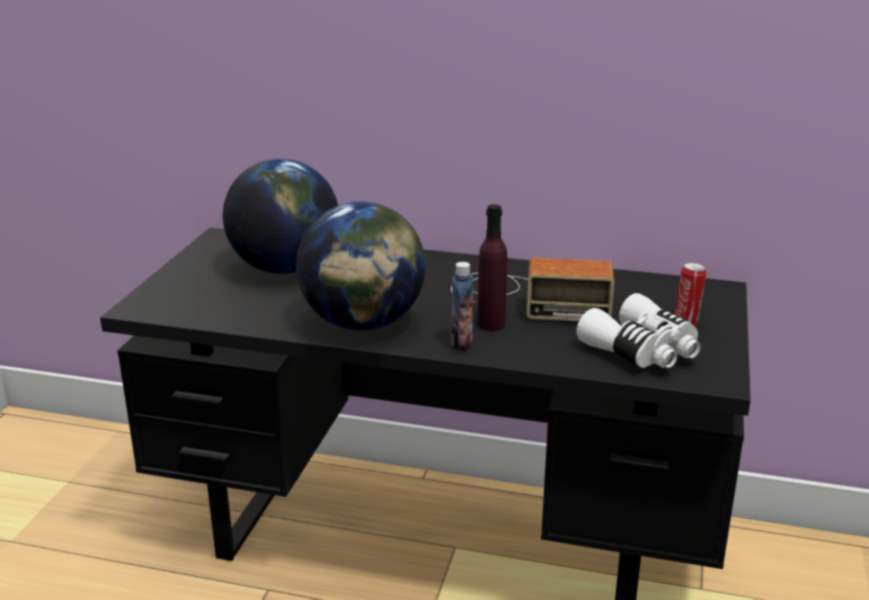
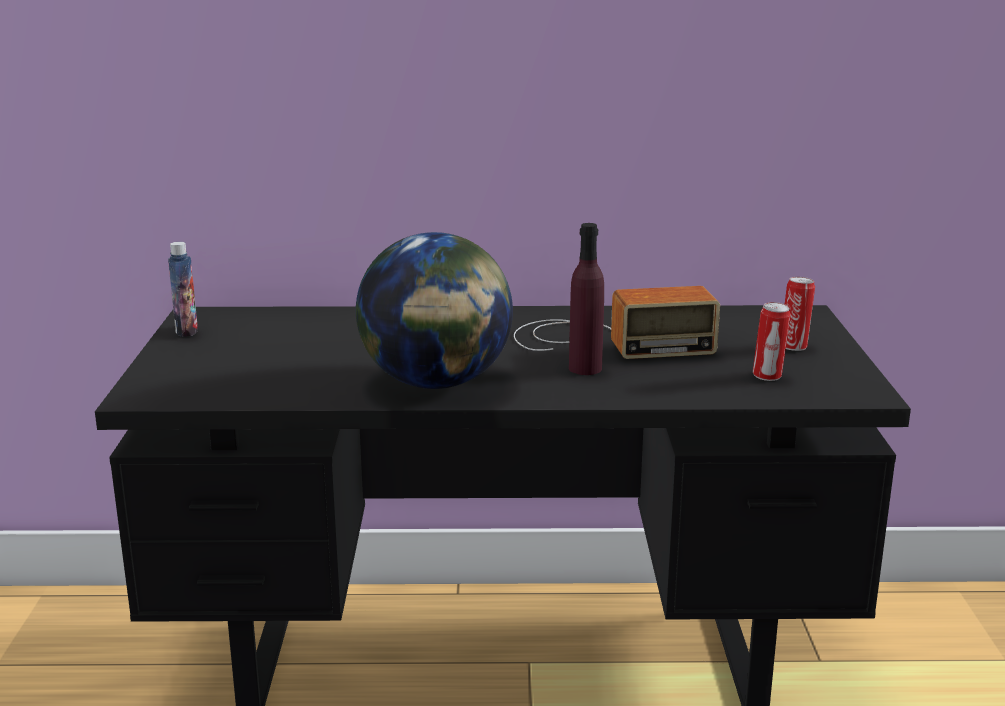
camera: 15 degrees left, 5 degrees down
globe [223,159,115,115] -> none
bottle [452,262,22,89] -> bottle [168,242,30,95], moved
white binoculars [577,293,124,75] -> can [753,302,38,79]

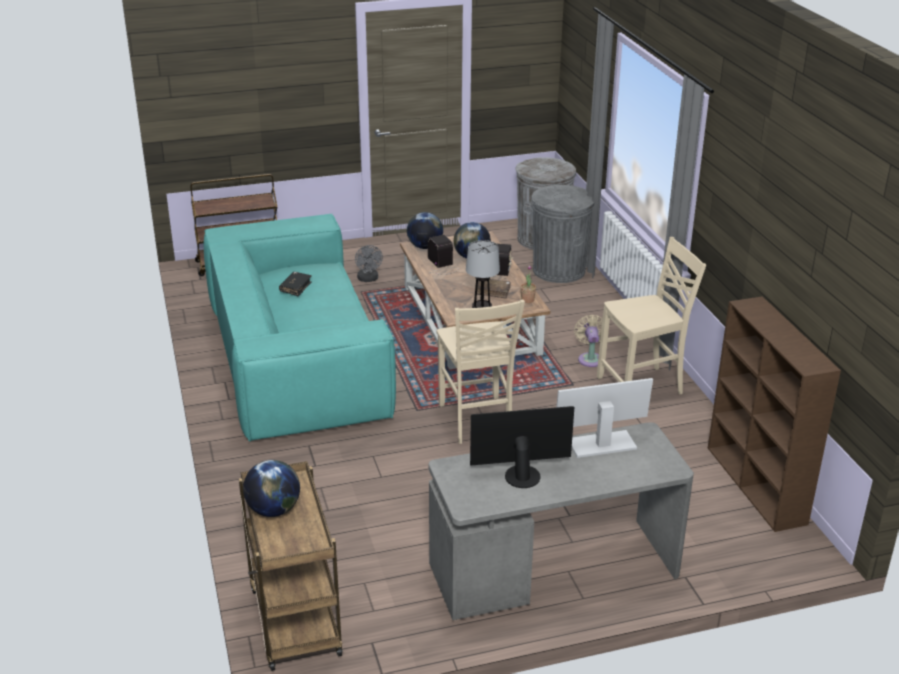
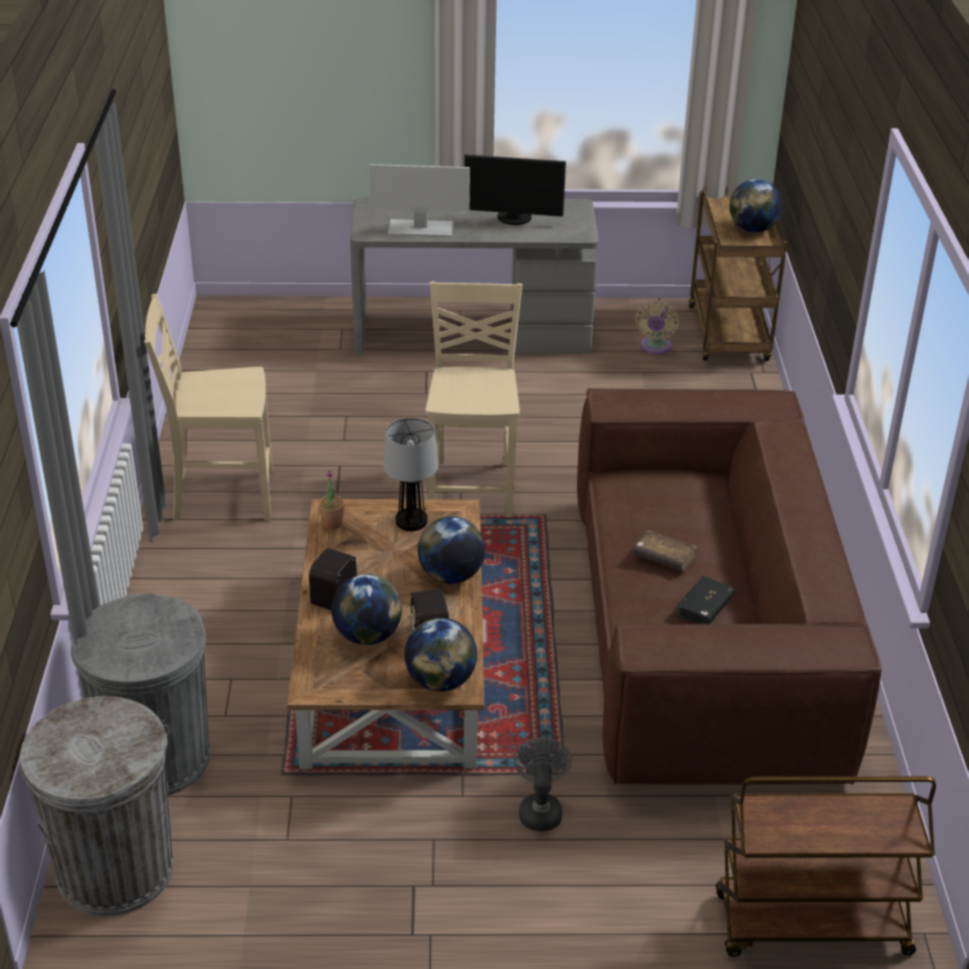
camera: 165 degrees left, 5 degrees up
turquoise sofa [204,214,192,228] -> brown sofa [577,388,305,397]
brown book [477,279,34,20] -> brown book [633,530,65,41], moved
beige fan [574,315,29,52] -> beige fan [635,301,44,53], moved
brown bookcase [708,296,133,236] -> none
none -> globe [418,516,67,68]

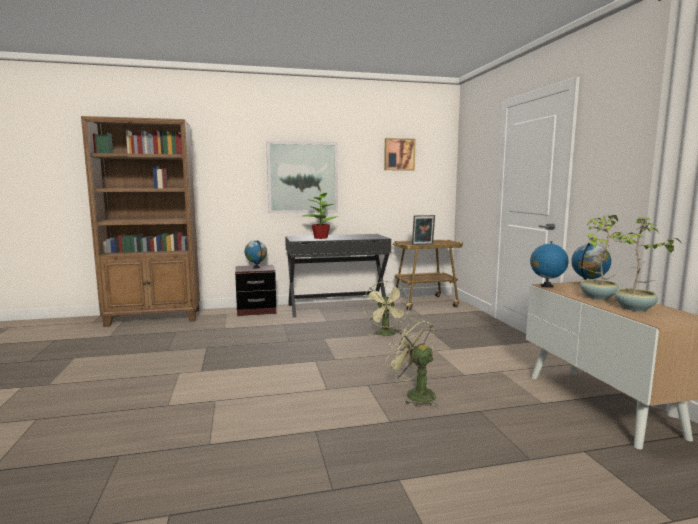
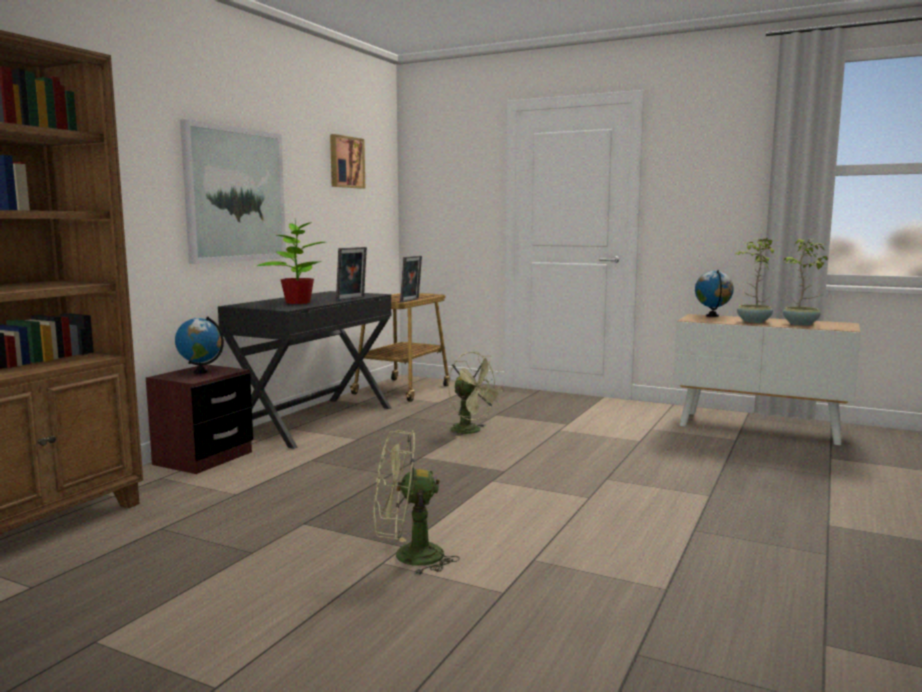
camera: 50 degrees left, 0 degrees up
green fan [386,318,52,89] -> green fan [373,430,87,145], moved
globe [530,241,39,47] -> none
none -> picture frame [336,247,31,54]

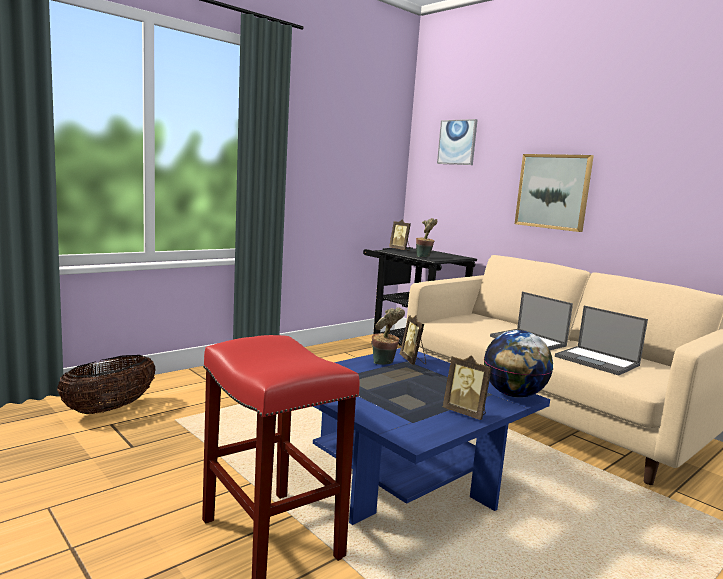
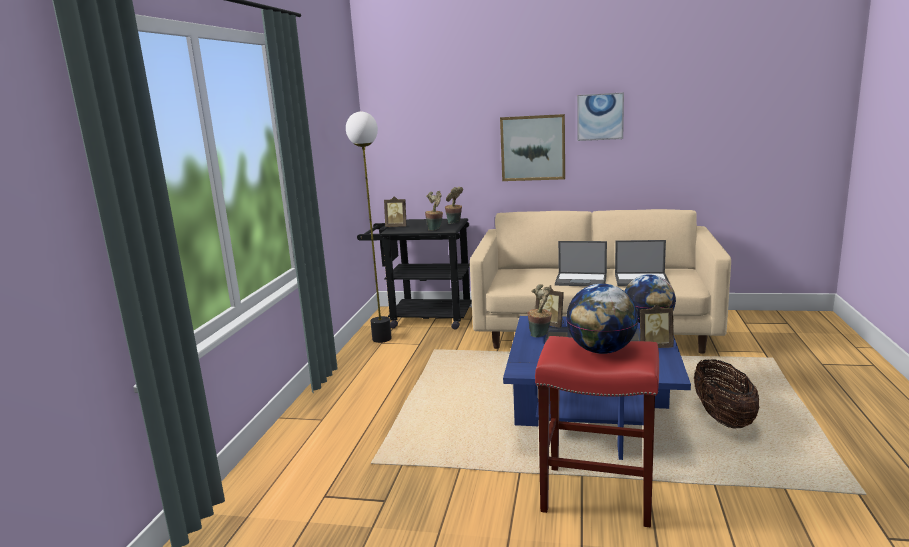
camera: 35 degrees left, 5 degrees up
basket [57,355,99,59] -> basket [694,359,65,69], moved
picture [437,119,41,46] -> picture [577,92,47,49], moved
none -> floor lamp [346,111,46,232]
none -> potted plant [445,187,18,37]
none -> globe [566,284,73,70]

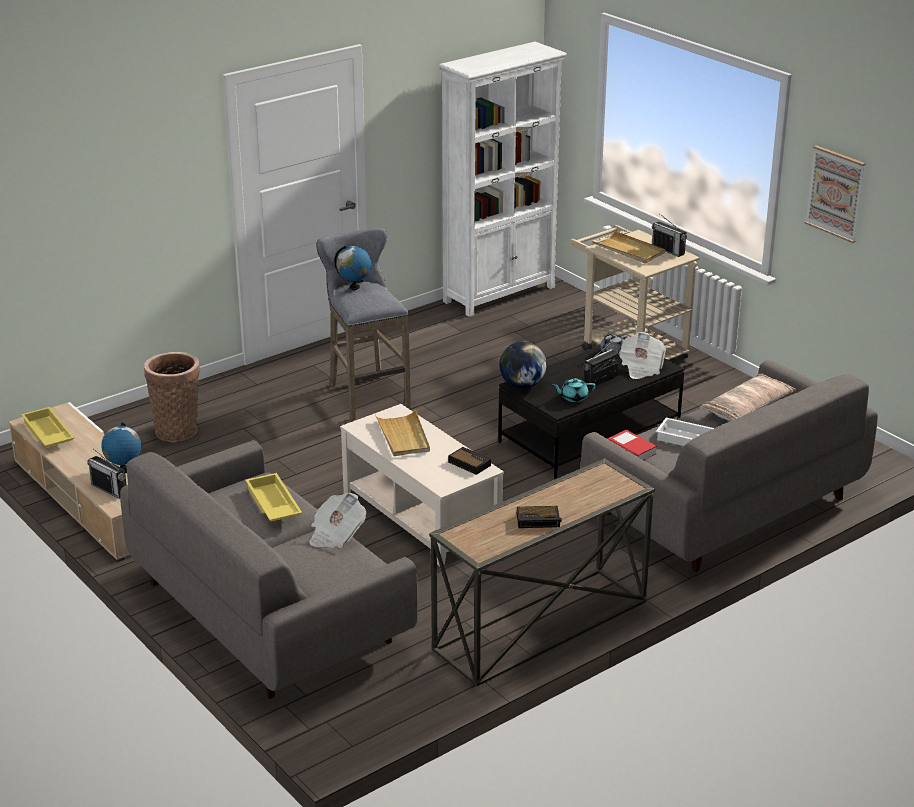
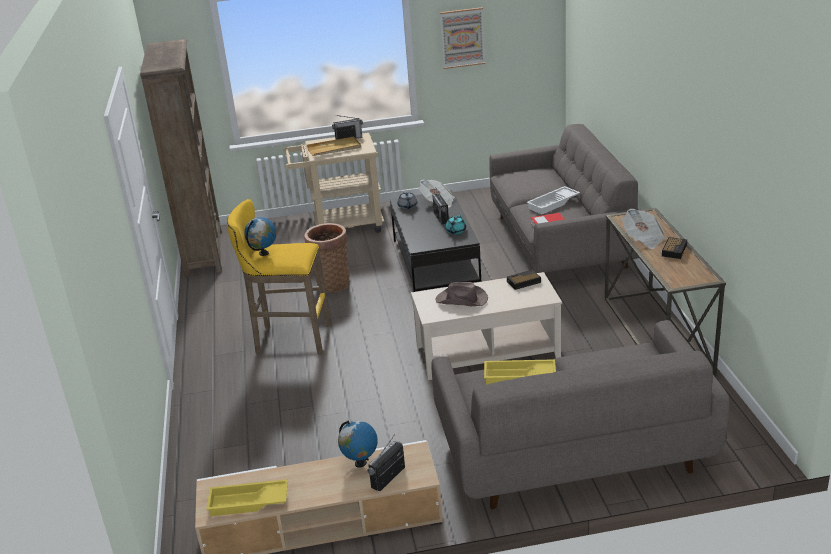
camera: 60 degrees left, 0 degrees up
radio [87,448,40,51] -> radio [367,435,38,56], 150 degrees clockwise
basket [144,352,56,90] -> basket [304,223,46,70], moved
newspaper [309,493,57,55] -> newspaper [622,209,44,40], moved
grey stool [316,228,95,192] -> yellow stool [227,199,104,155]
beige tray [375,410,55,46] -> brown hat [436,282,52,24]
white bookcase [439,42,128,275] -> brown bookcase [140,39,82,238]
globe [499,341,48,48] -> none
pillow [700,373,96,48] -> none

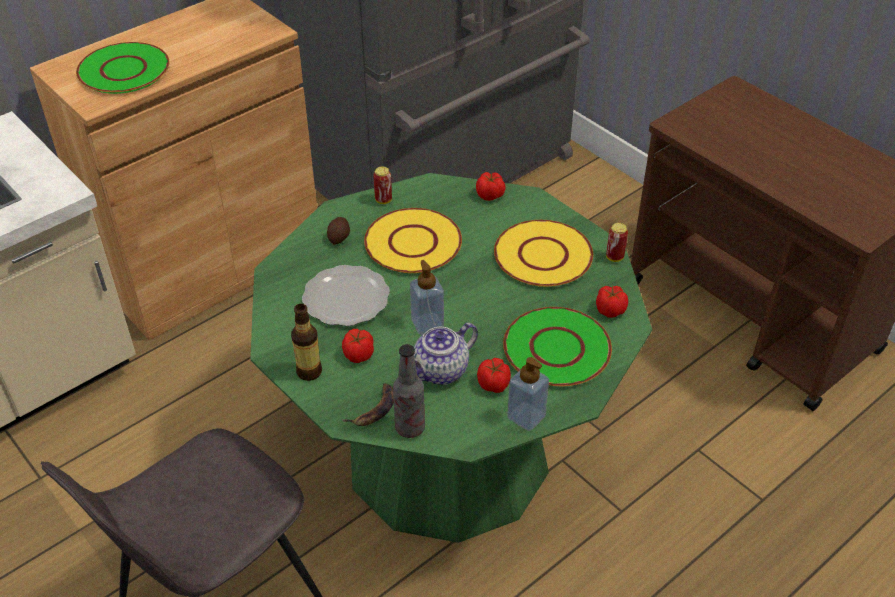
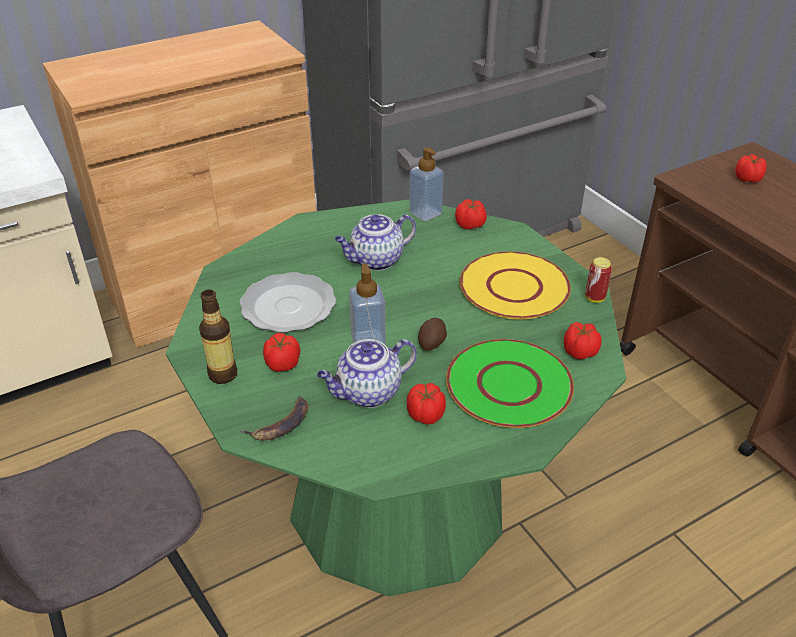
camera: 10 degrees right, 5 degrees down
green plate [76,42,93,52] -> none
potato [327,217,23,27] -> potato [418,318,29,33], moved
yellow plate [364,208,98,65] -> teapot [335,214,81,57]
can [373,167,19,37] -> none
bottle [393,344,32,94] -> none
soap dispenser [507,357,42,74] -> soap dispenser [409,147,35,74], moved
none -> tomato [735,155,32,27]

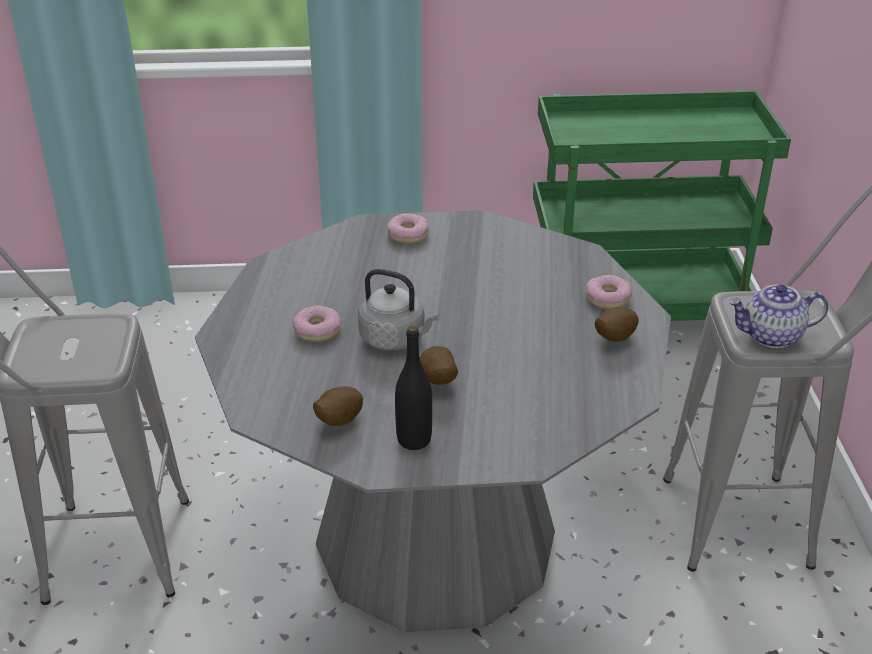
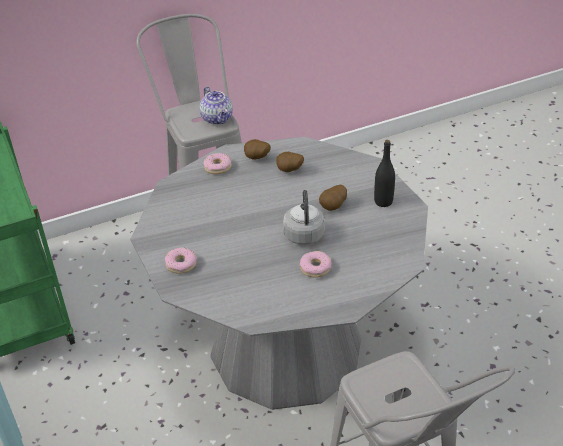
camera: 110 degrees left, 5 degrees up
potato [313,386,50,40] -> potato [276,152,28,20], moved

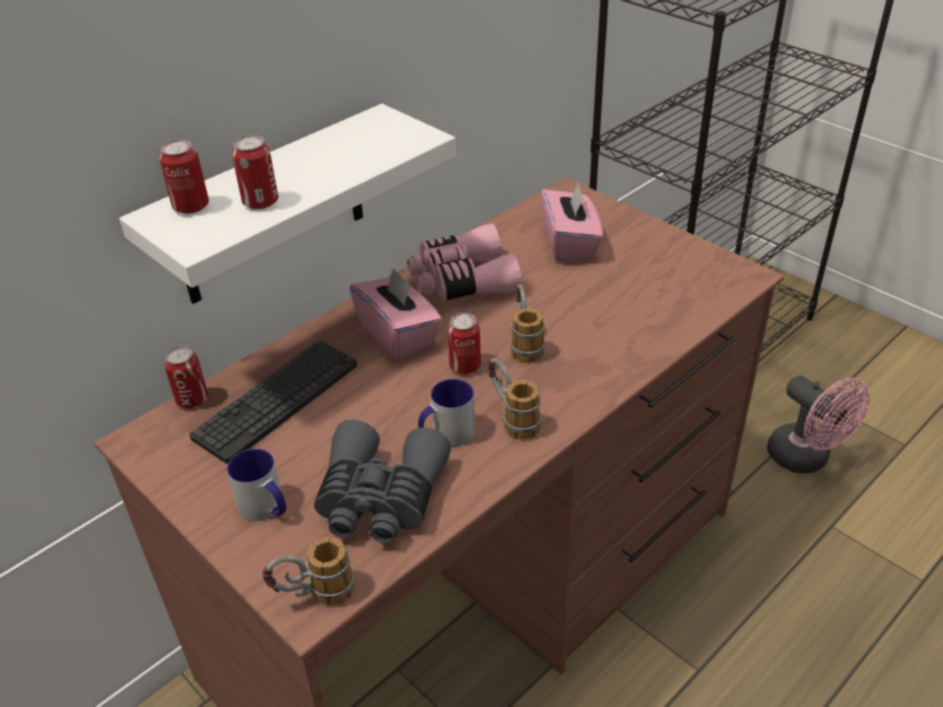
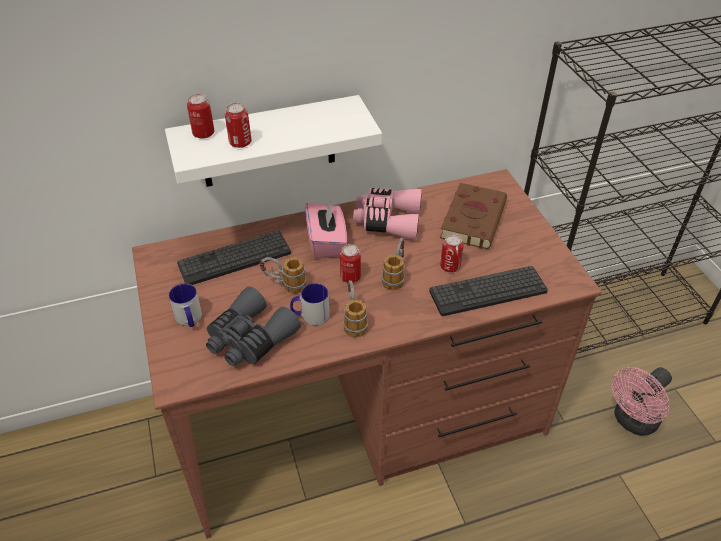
camera: 25 degrees right, 5 degrees up
can [164,346,44,62] -> can [440,234,24,38], moved
mug [262,537,93,69] -> mug [260,257,46,36], moved
pink tissue box [540,182,63,80] -> brown book [440,183,67,66]
pink fan [767,376,103,97] -> pink fan [611,367,61,69], 60 degrees clockwise
none -> keyboard [429,266,119,50]

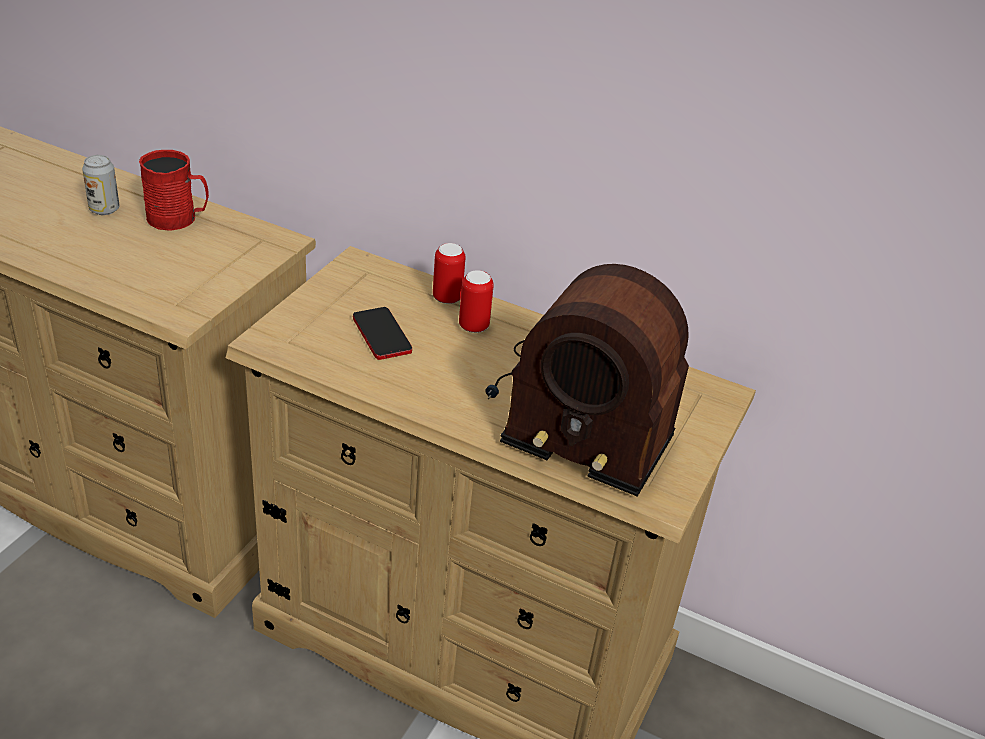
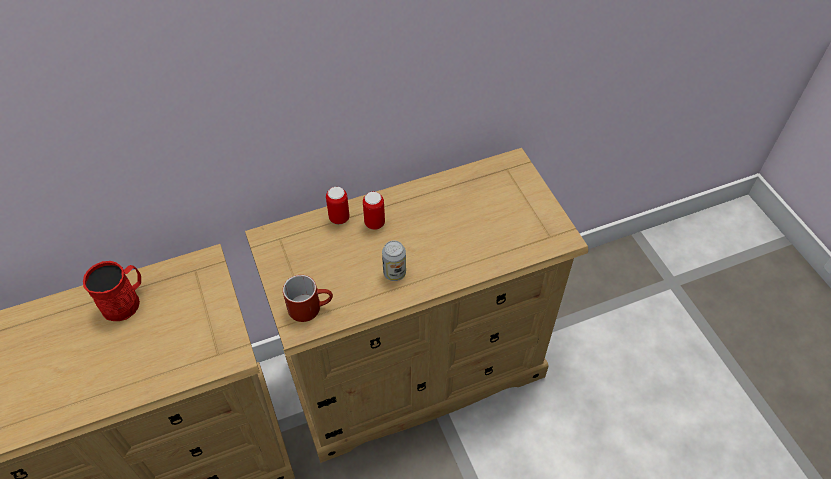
camera: 45 degrees left, 15 degrees up
can [82,155,38,60] -> can [382,240,24,41], moved
phone [353,307,59,53] -> none
radio [485,264,204,233] -> none
none -> red mug [283,275,50,47]

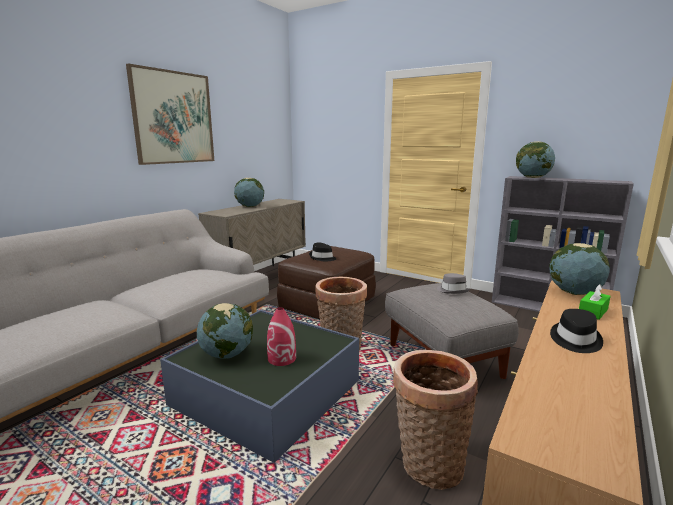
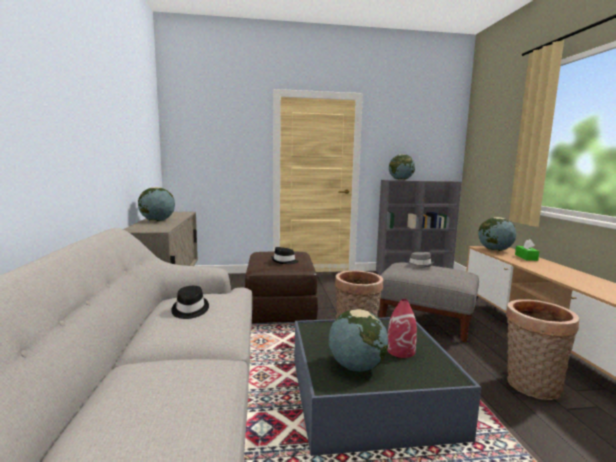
camera: 40 degrees left, 5 degrees down
picture [126,64,88,101] -> none
black hat [550,309,53,44] -> black hat [171,286,38,33], moved

